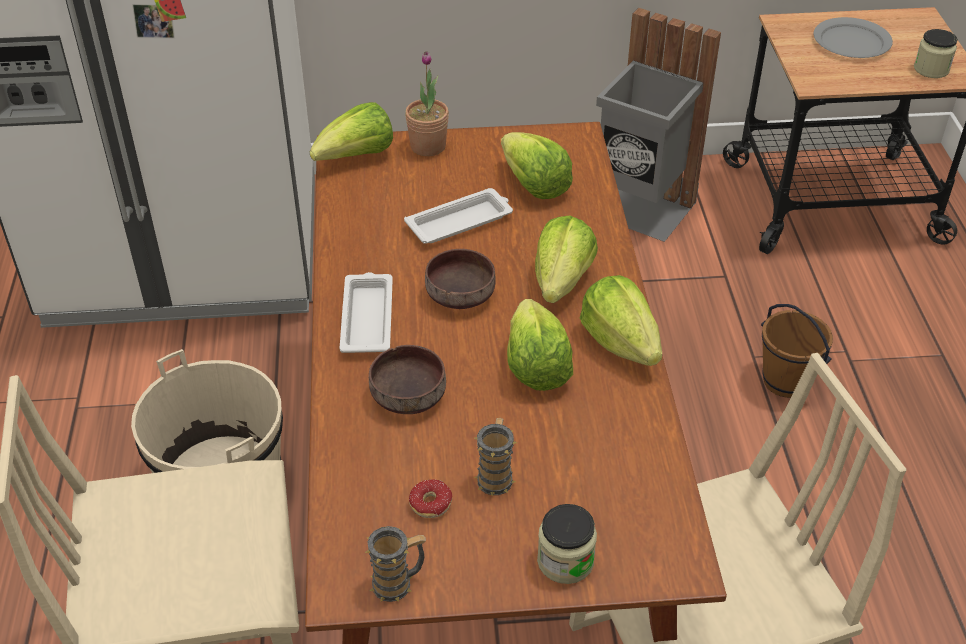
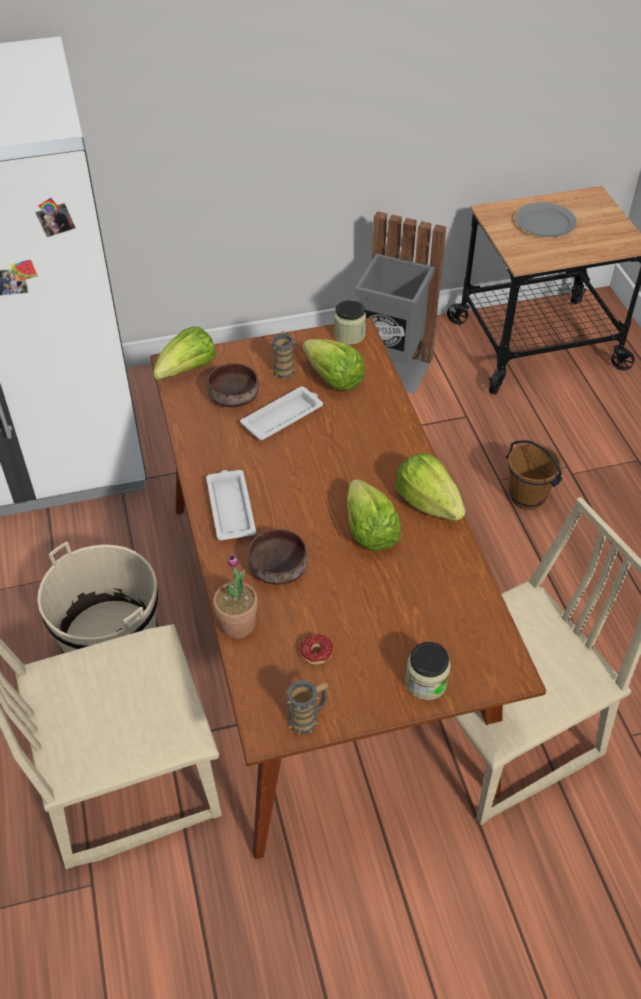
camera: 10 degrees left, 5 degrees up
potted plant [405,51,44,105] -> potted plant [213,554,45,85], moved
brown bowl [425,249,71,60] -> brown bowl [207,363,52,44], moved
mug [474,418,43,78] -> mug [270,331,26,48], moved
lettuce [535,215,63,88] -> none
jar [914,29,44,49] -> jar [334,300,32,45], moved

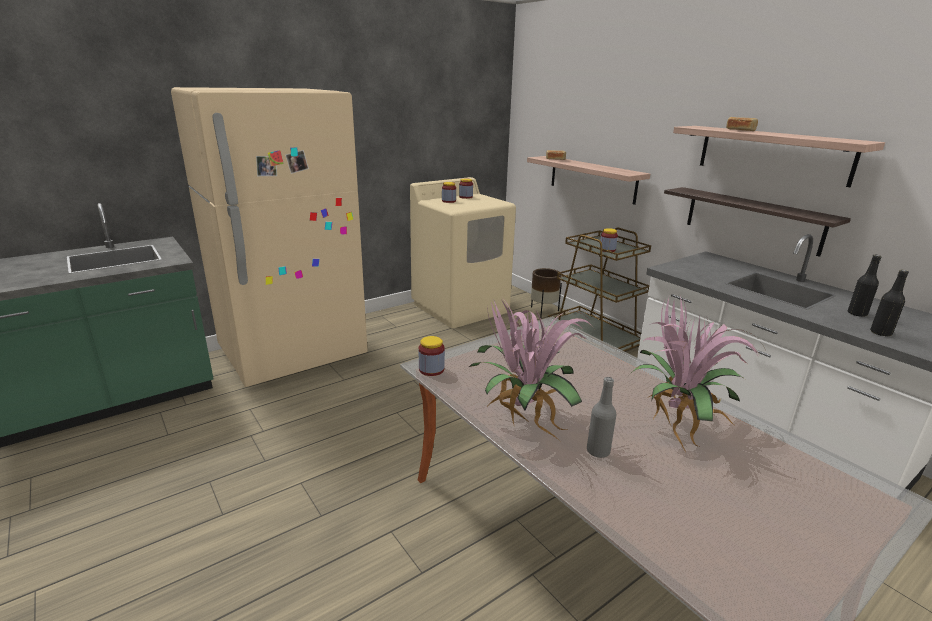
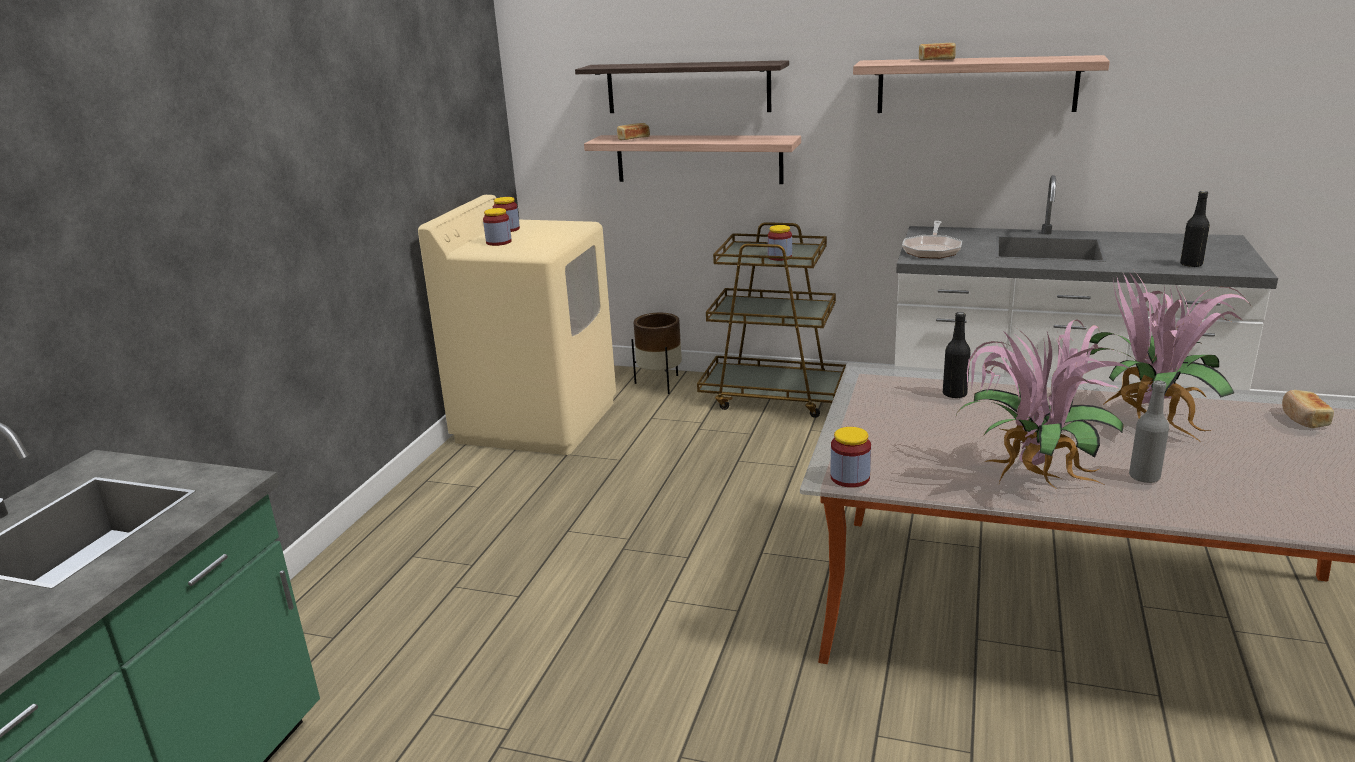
camera: 35 degrees left, 0 degrees up
beige fridge [171,87,197,300] -> none
shelf [664,187,187,70] -> shelf [575,60,214,53], moved
black bottle [848,255,34,62] -> black bottle [943,312,28,86], moved
none -> frying pan [902,221,60,38]
none -> bread [1282,390,52,38]

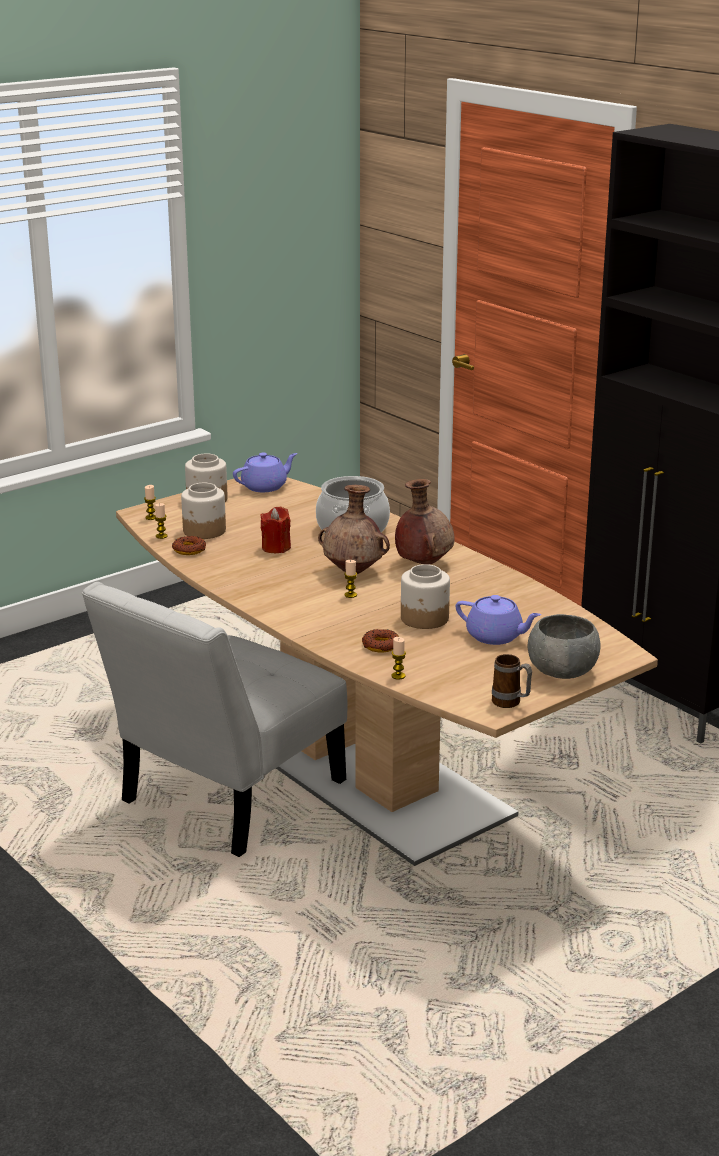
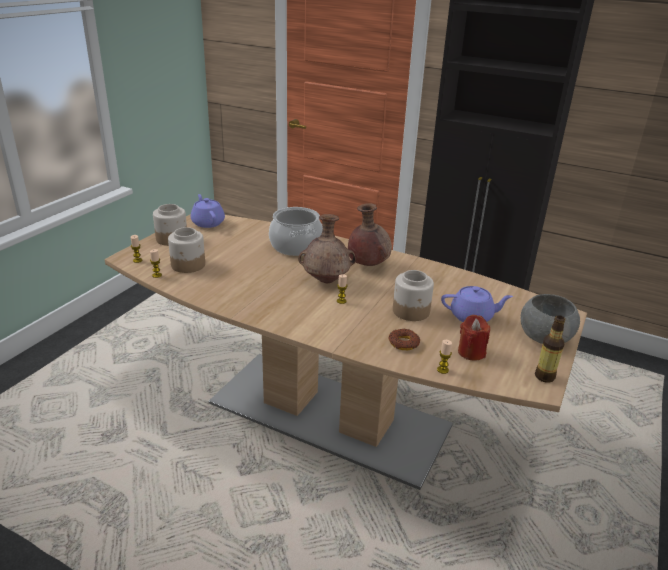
camera: 25 degrees left, 5 degrees up
white chair [82,582,266,275] -> none
donut [172,536,34,19] -> none
purple teapot [233,453,64,39] -> purple teapot [191,194,34,34], 60 degrees counterclockwise
red candle [260,507,31,46] -> red candle [458,315,32,46], moved
mug [492,654,40,54] -> bottle [535,315,30,68]

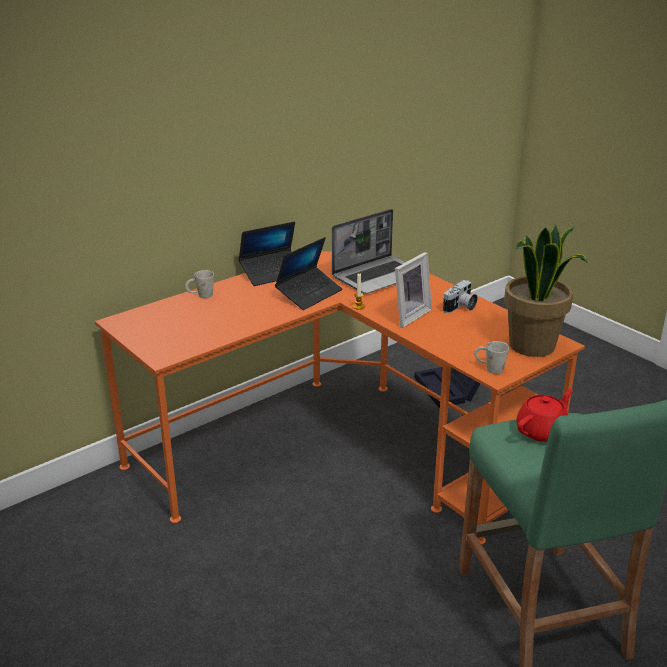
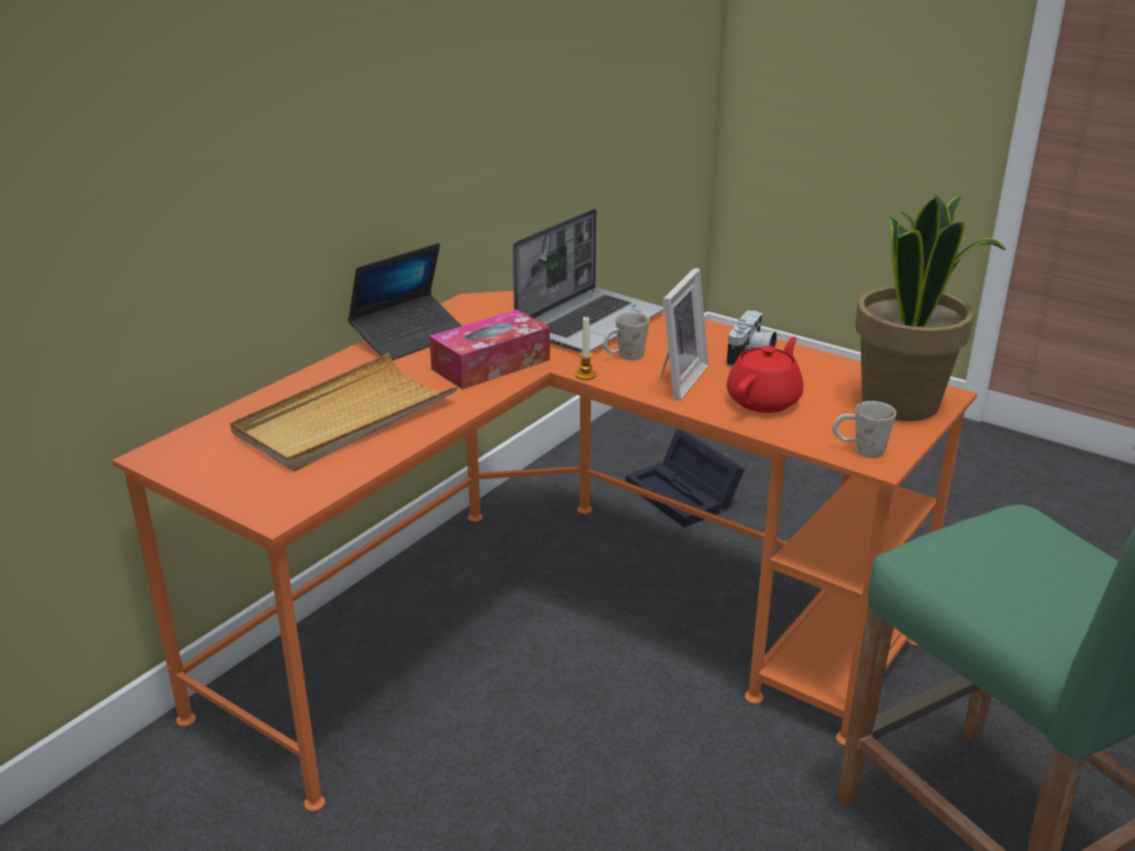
camera: 15 degrees left, 0 degrees up
white mug [185,270,29,28] -> white mug [603,312,46,48], moved
laptop [275,237,67,73] -> tissue box [429,310,121,80]
red teapot [517,389,56,53] -> red teapot [727,337,76,76], moved
none -> beige tray [230,353,228,118]

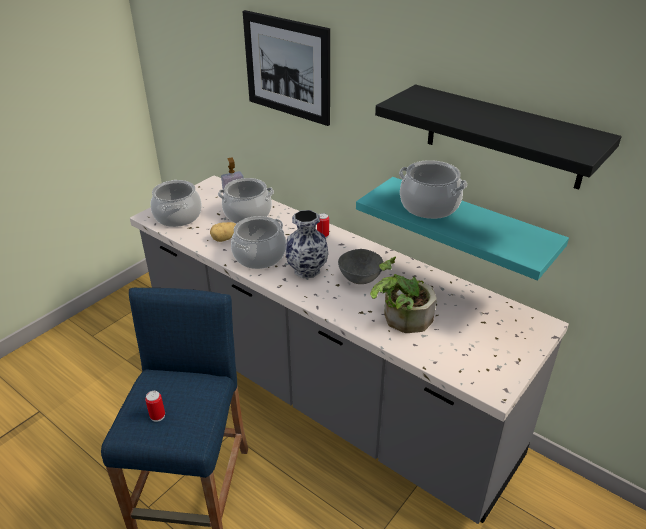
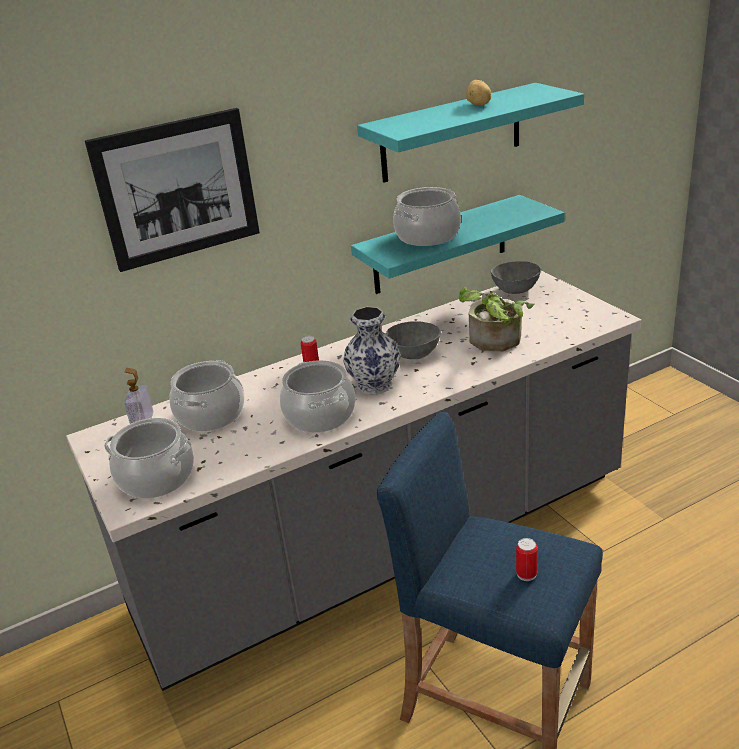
camera: 65 degrees left, 5 degrees down
potato [210,222,26,20] -> potato [466,80,25,26], moved
black shelf [375,85,246,105] -> turquoise shelf [357,83,227,99]
none -> grey bowl [491,261,50,33]

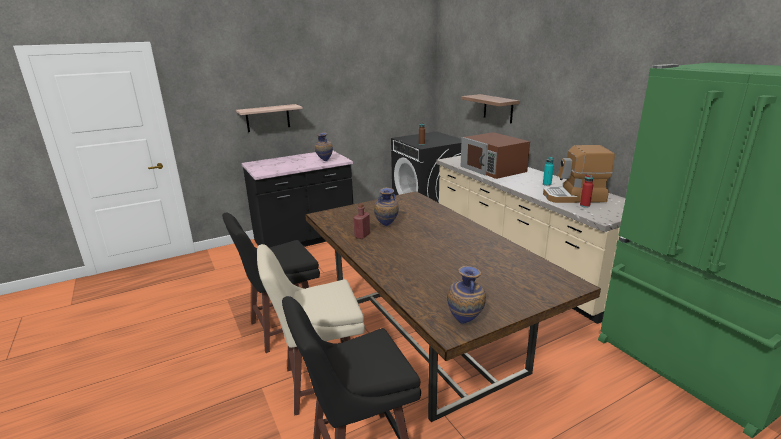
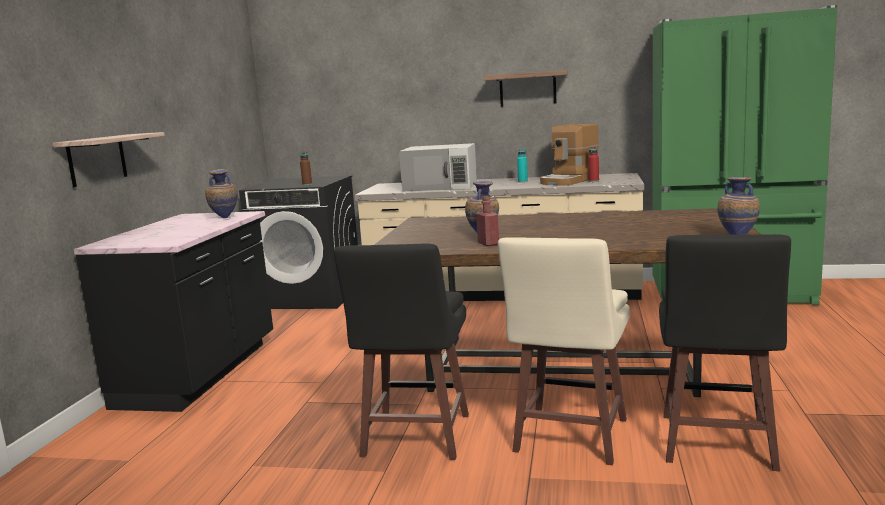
camera: 50 degrees left, 10 degrees down
brown microwave [460,132,70,47] -> white microwave [399,143,78,49]
shelf [461,94,59,29] -> shelf [484,70,84,37], moved

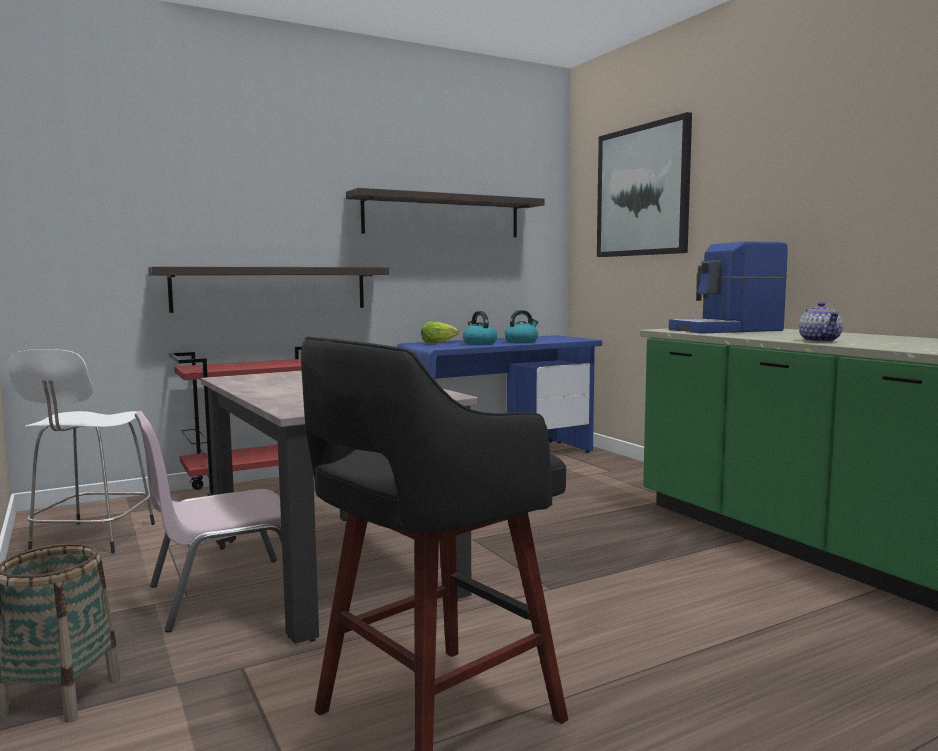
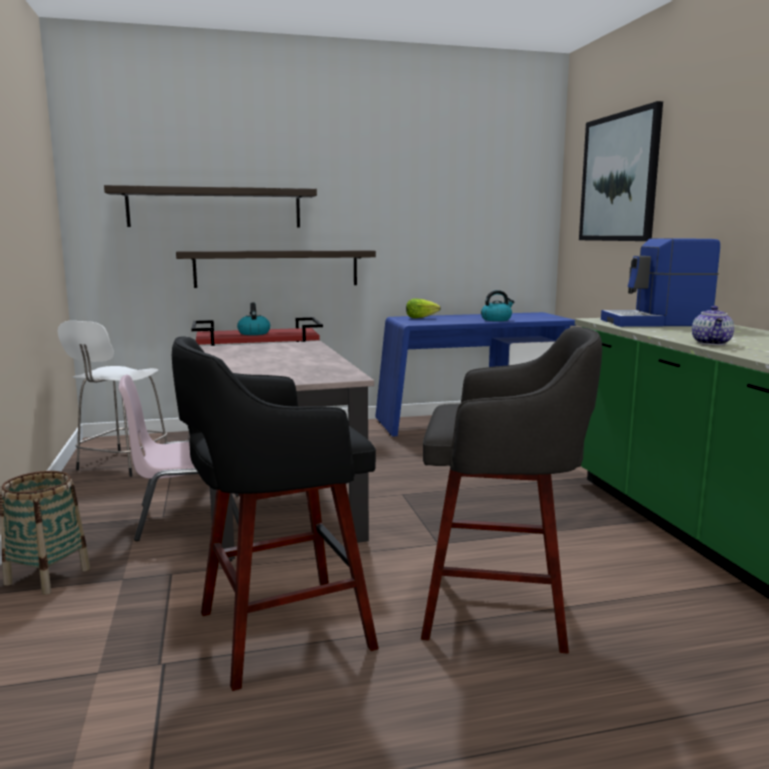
camera: 15 degrees right, 5 degrees up
shelf [346,188,199,50] -> shelf [104,185,213,42], moved
kettle [463,311,34,34] -> kettle [237,303,33,32], moved
none -> grey stool [421,327,181,327]

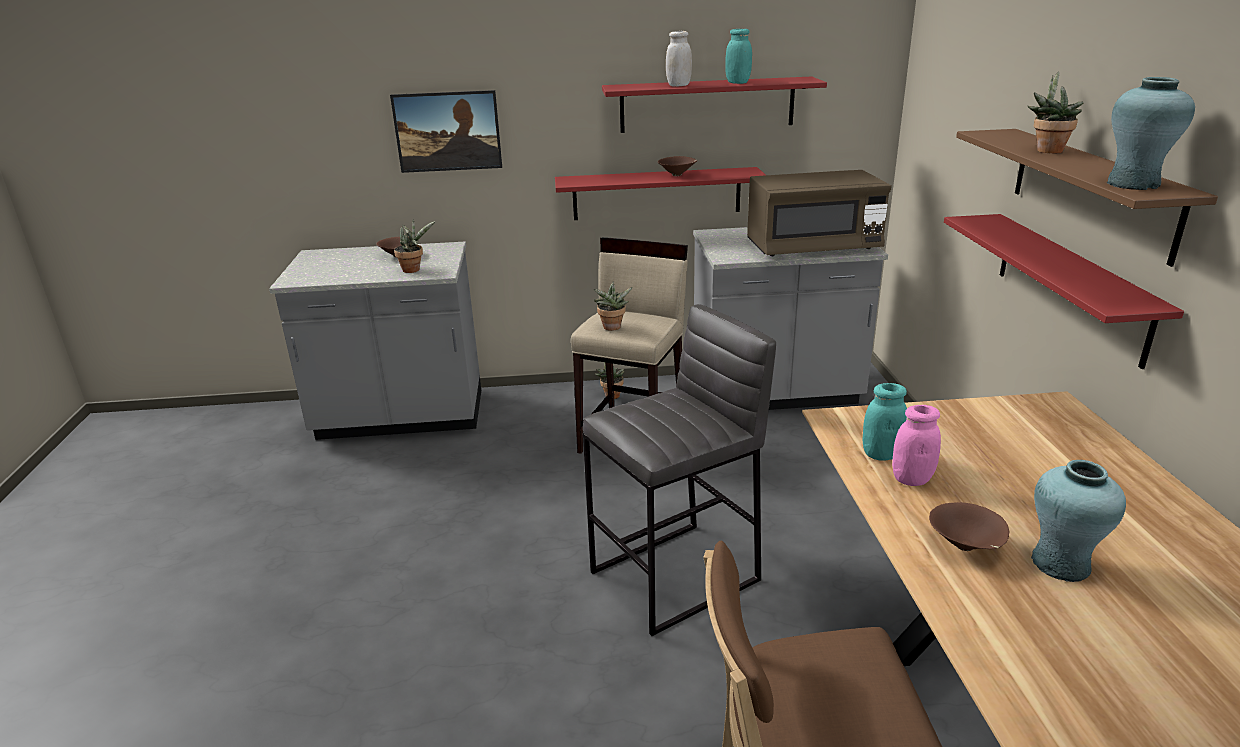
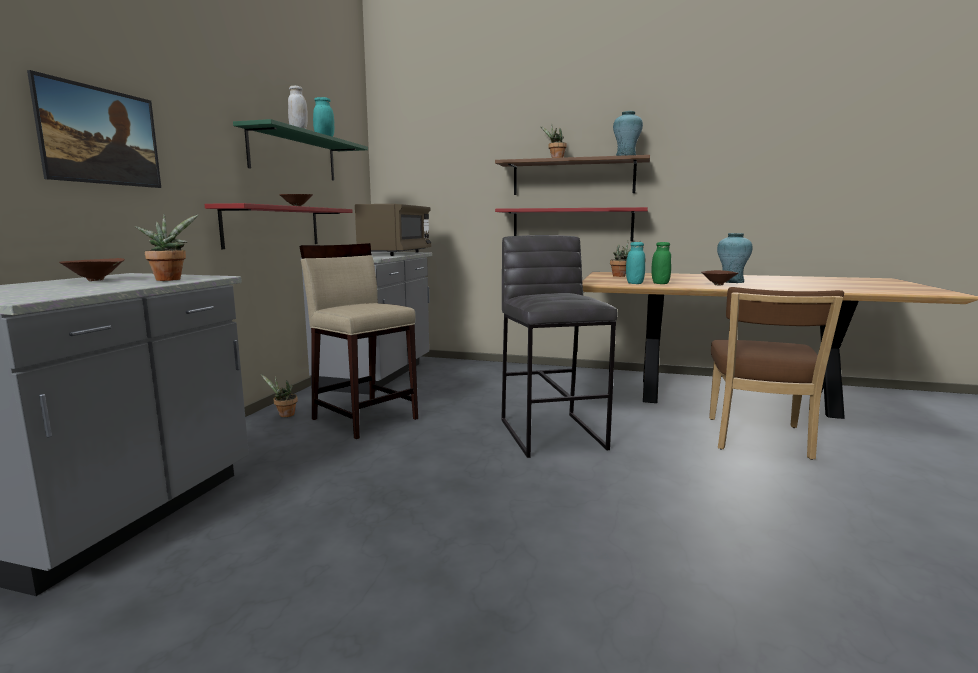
camera: 70 degrees left, 15 degrees down
potted plant [594,282,39,49] -> potted plant [610,240,31,37], moved
red shelf [602,76,225,57] -> green shelf [233,119,135,62]
pink jar [892,405,49,81] -> green jar [652,242,19,42]

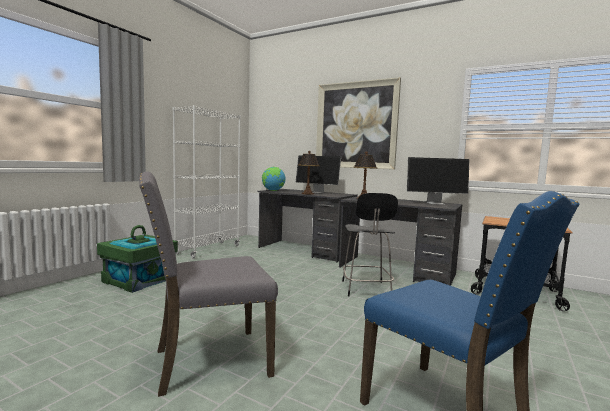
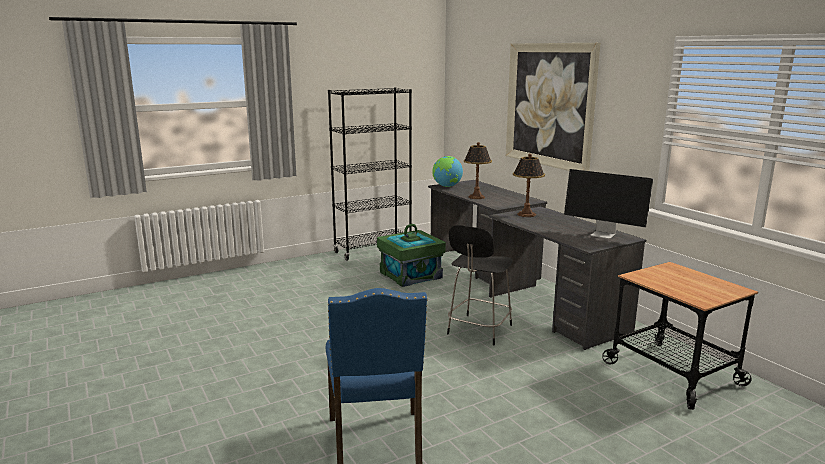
camera: 30 degrees right, 10 degrees up
green storage box [97,225,81,68] -> green storage box [377,224,69,63], moved
grey chair [139,172,139,225] -> none
white bookcase [173,105,68,153] -> black bookcase [328,87,84,174]
monitor [296,155,45,38] -> none

